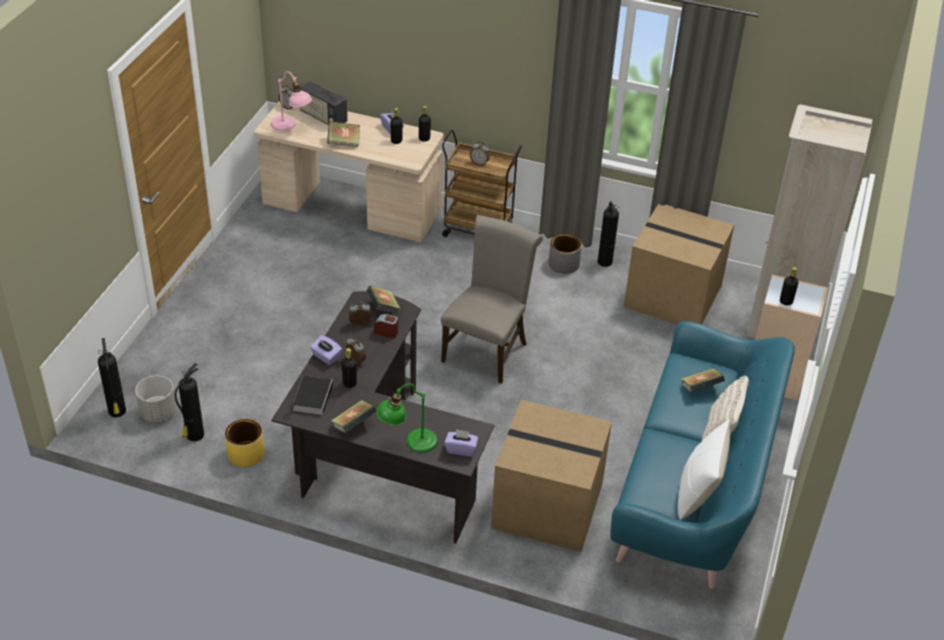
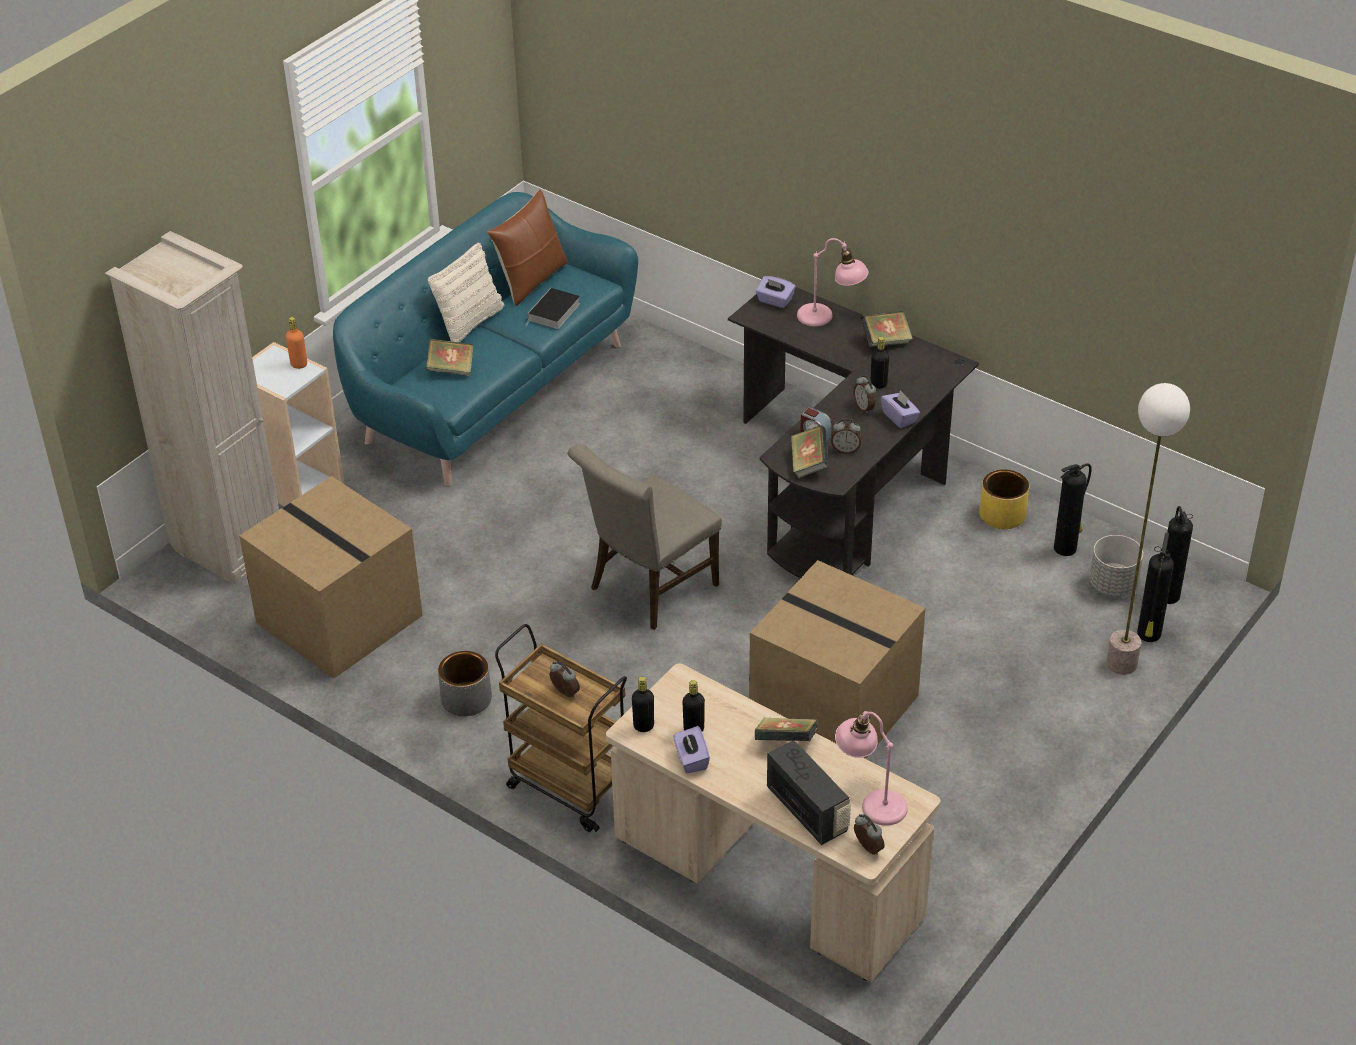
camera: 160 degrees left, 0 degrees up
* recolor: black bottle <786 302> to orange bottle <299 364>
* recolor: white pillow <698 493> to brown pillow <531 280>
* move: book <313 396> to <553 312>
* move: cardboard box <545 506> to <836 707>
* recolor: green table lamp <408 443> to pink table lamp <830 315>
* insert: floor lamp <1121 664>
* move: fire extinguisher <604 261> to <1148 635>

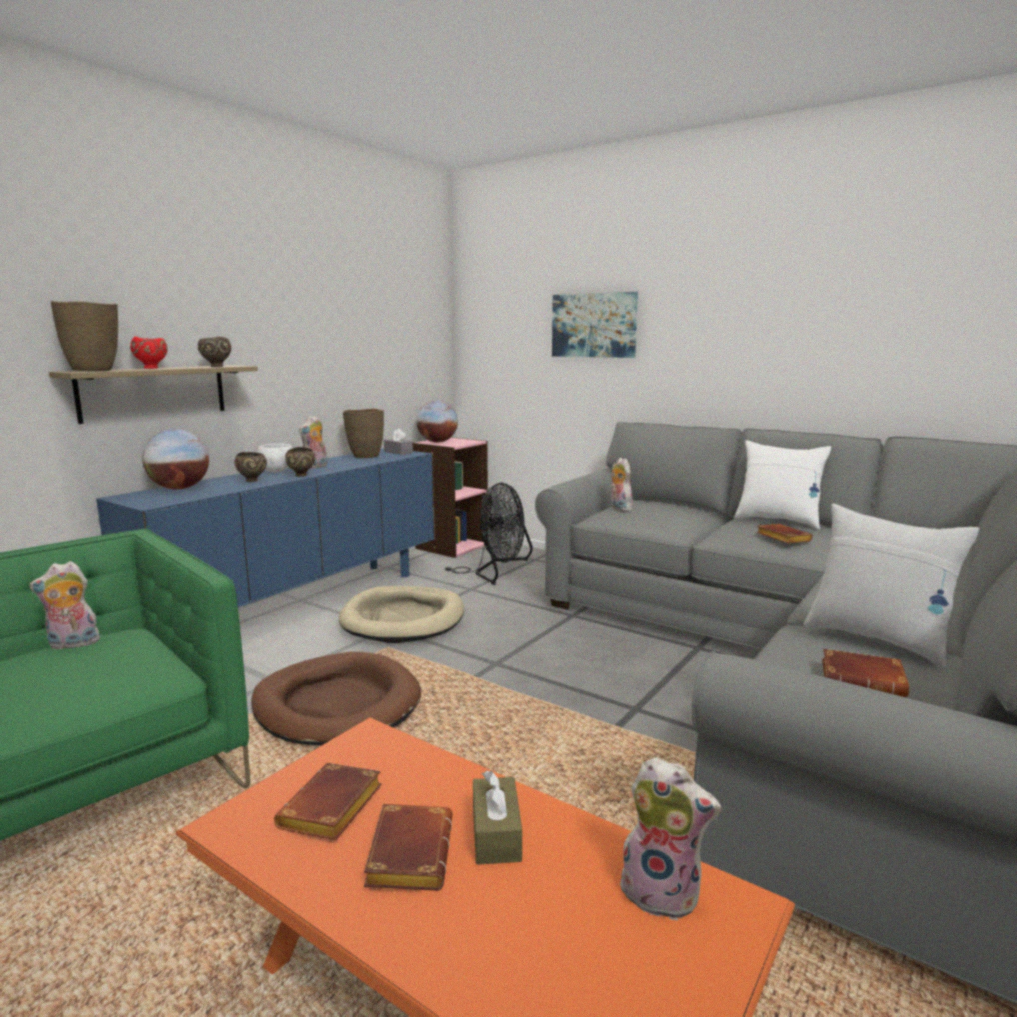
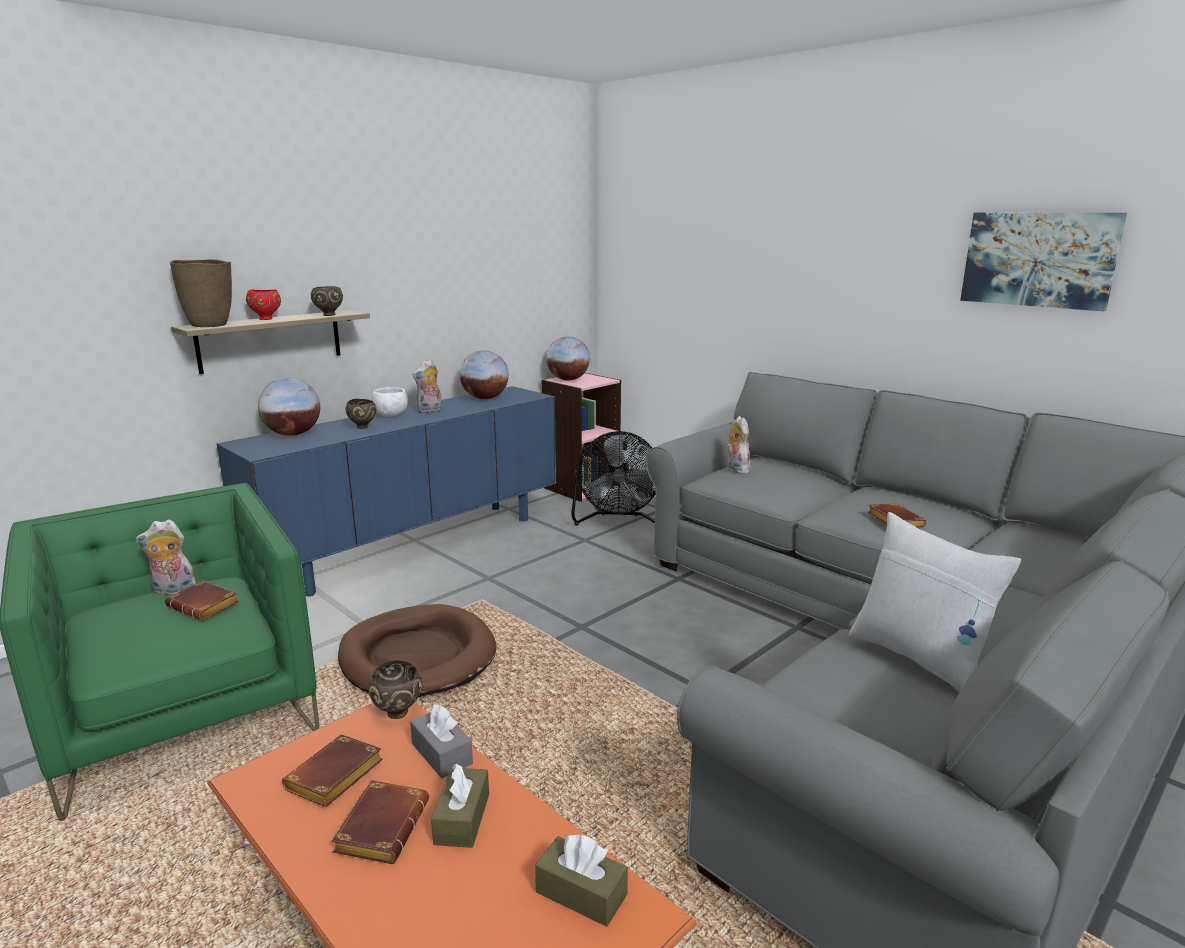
camera: 10 degrees right, 5 degrees up
* move: brown book <864 680> to <206 606>
* move: brown bowl <301 475> to <398 714>
* move: grey tissue box <398 452> to <442 753>
* replace: brown vase <365 456> to globe <485 398>
* replace: plush toy <663 892> to brown tissue box <581 893>
* rotate: black fan <494 570> = <615 519> 60 degrees clockwise
* move: picture <594 325> to <1038 259>
* delete: beige dog bed <403 619>
* delete: white pillow <777 521>

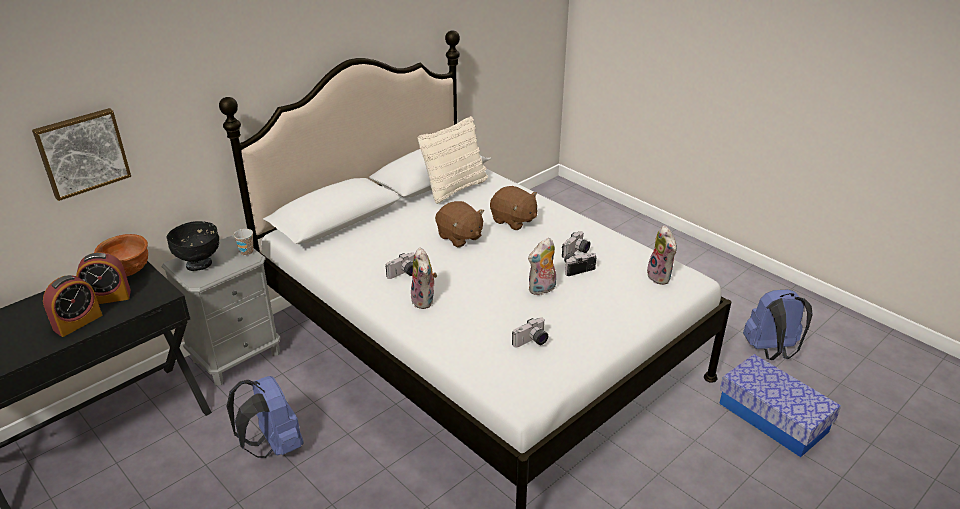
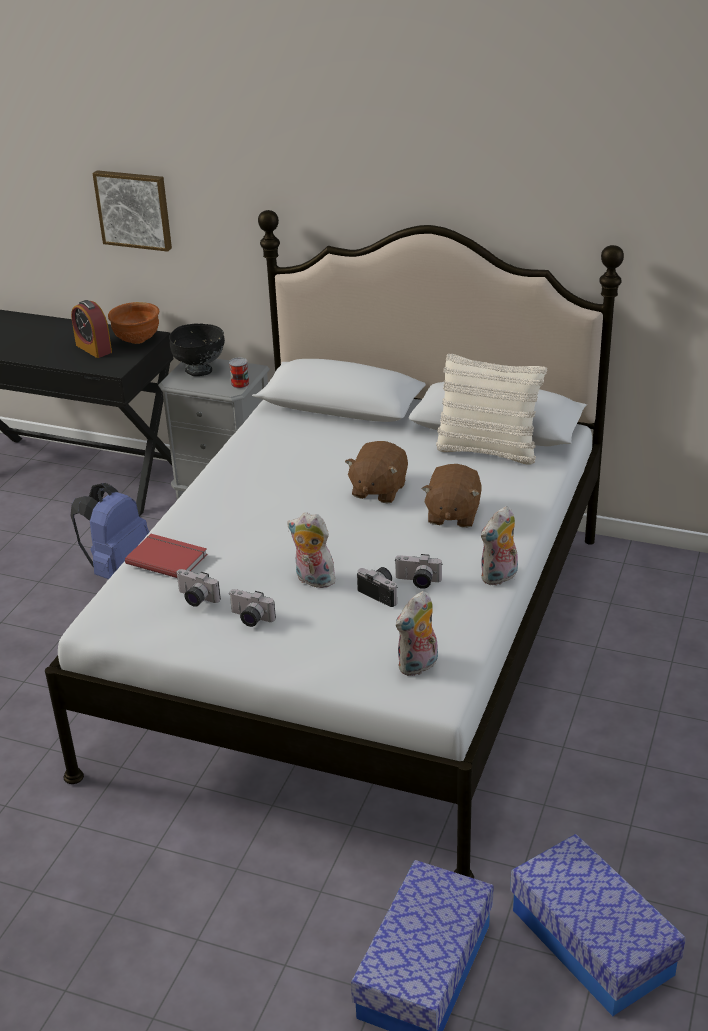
camera: 65 degrees right, 0 degrees up
* insert: red book <167 558>
* replace: cup <246 252> to can <240 384>
* move: photo camera <404 274> to <250 619>
* move: plush toy <425 300> to <499 577>
* replace: blue backpack <771 351> to storage box <591 942>
* delete: alarm clock <78 322>

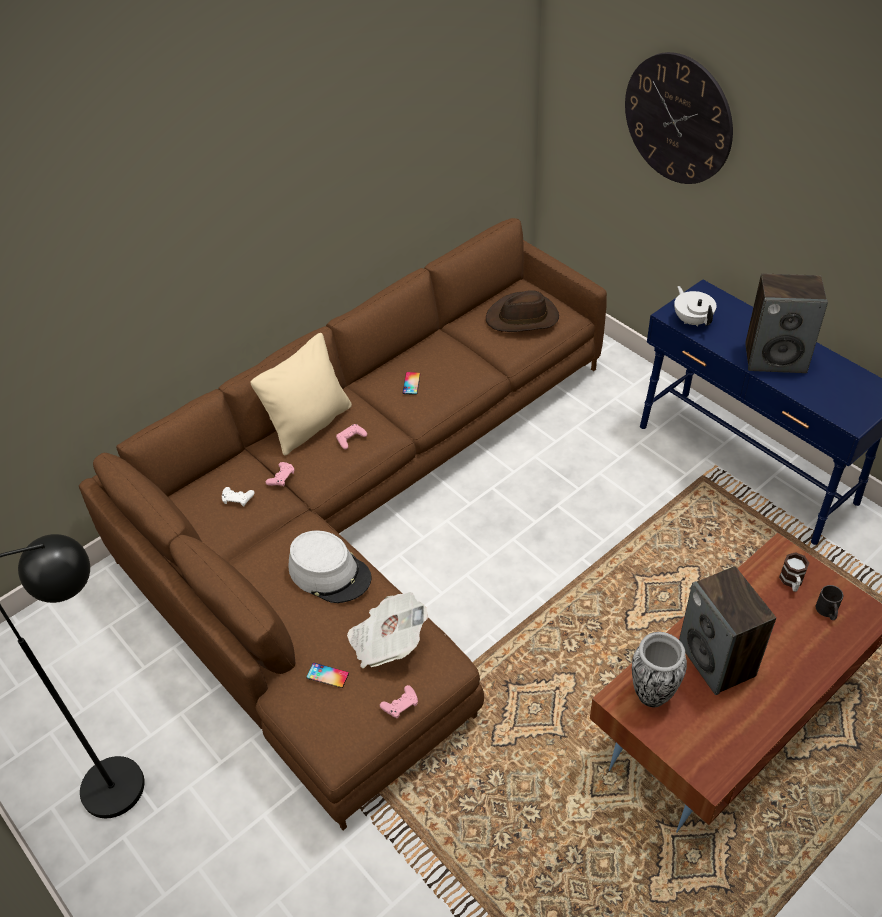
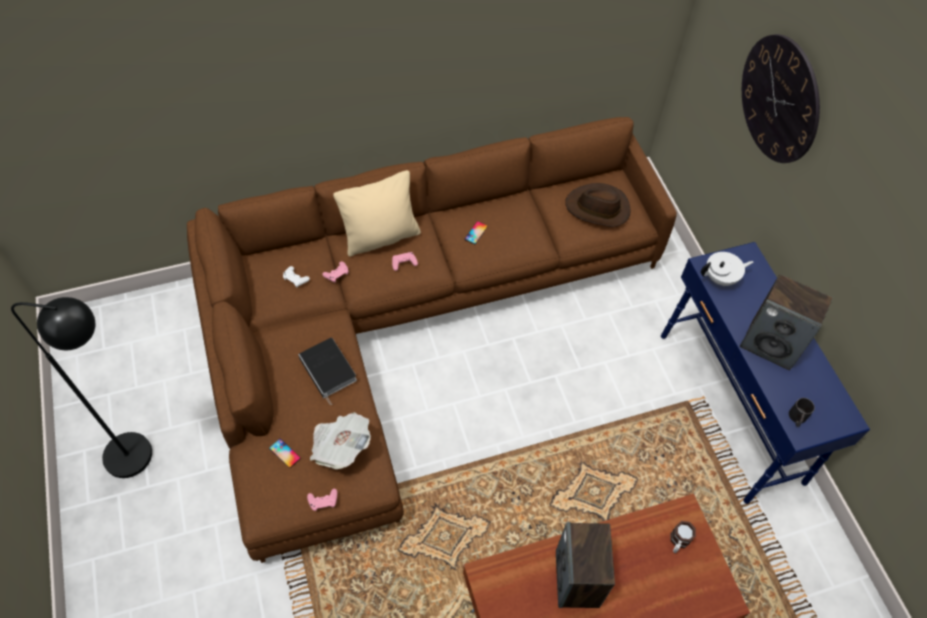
camera: 20 degrees right, 10 degrees up
* replace: grey hat <330 573> to book <329 371>
* rotate: white teapot <692 320> = <721 278> 75 degrees clockwise
* move: black mug <827 612> to <797 418>
* delete: vase <652 693>

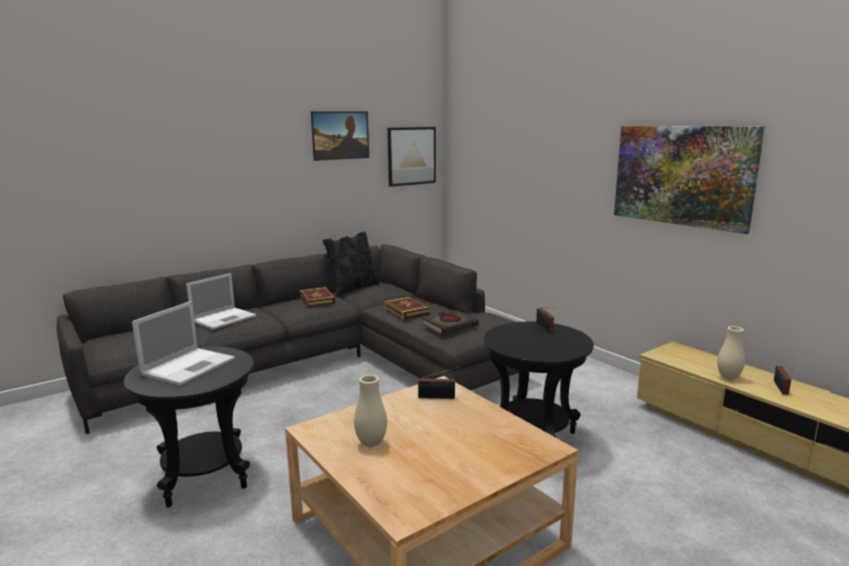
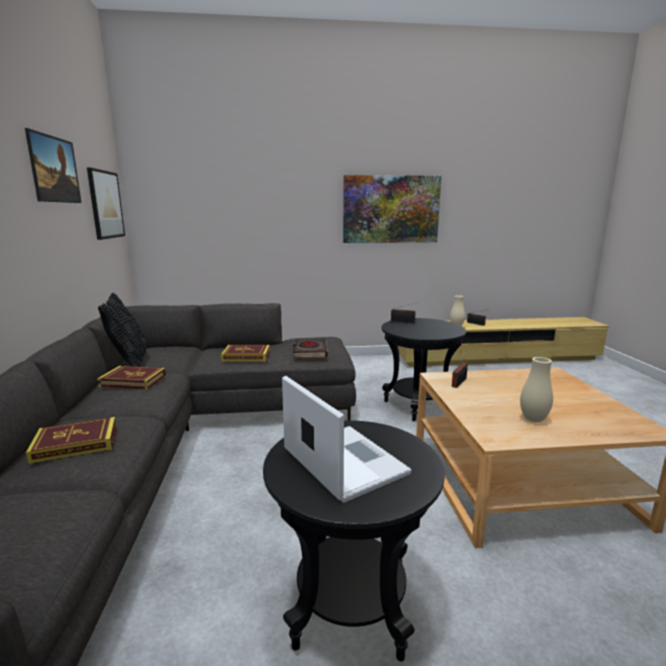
camera: 60 degrees left, 0 degrees up
* replace: laptop <224 318> to book <75 443>

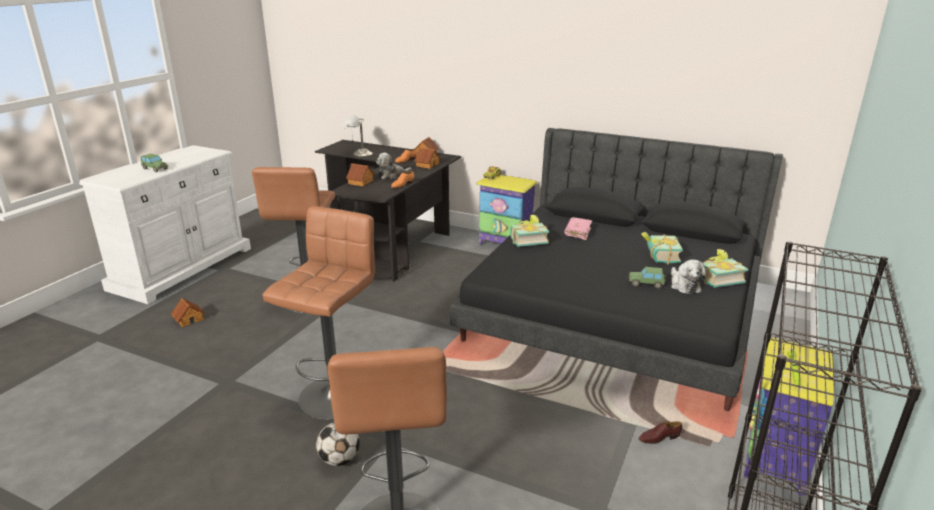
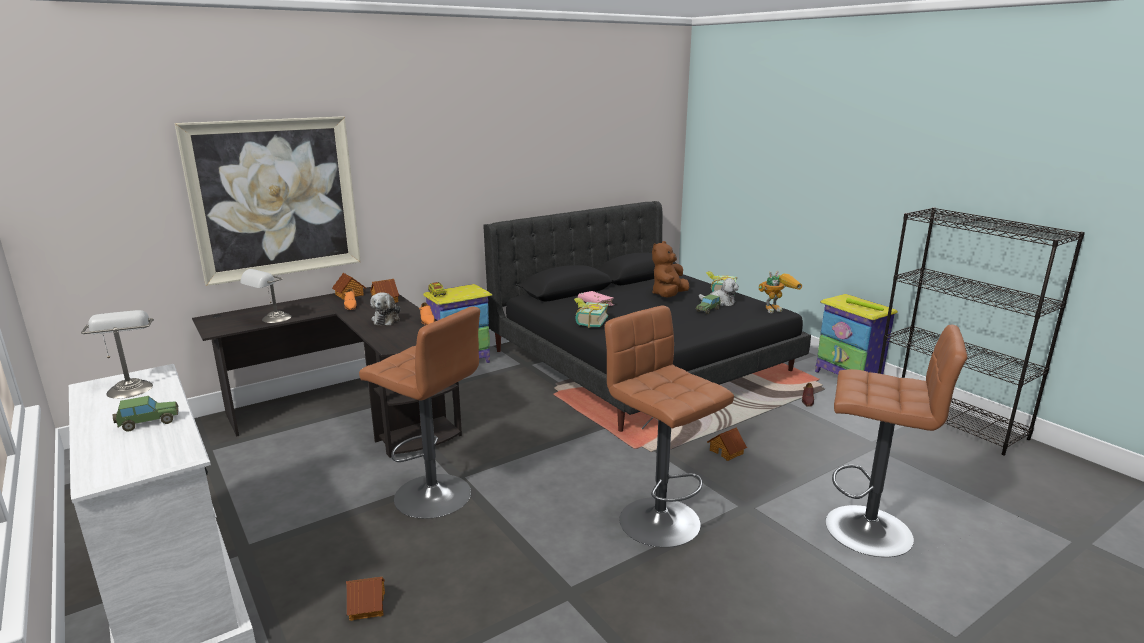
camera: 60 degrees left, 5 degrees down
* insert: white table lamp <130 386>
* insert: picture <275 198>
* replace: book <658 257> to brown plush toy <668 296>
* move: toy house <361 182> to <726 451>
* insert: toy robot <776 309>
* delete: football <339 459>

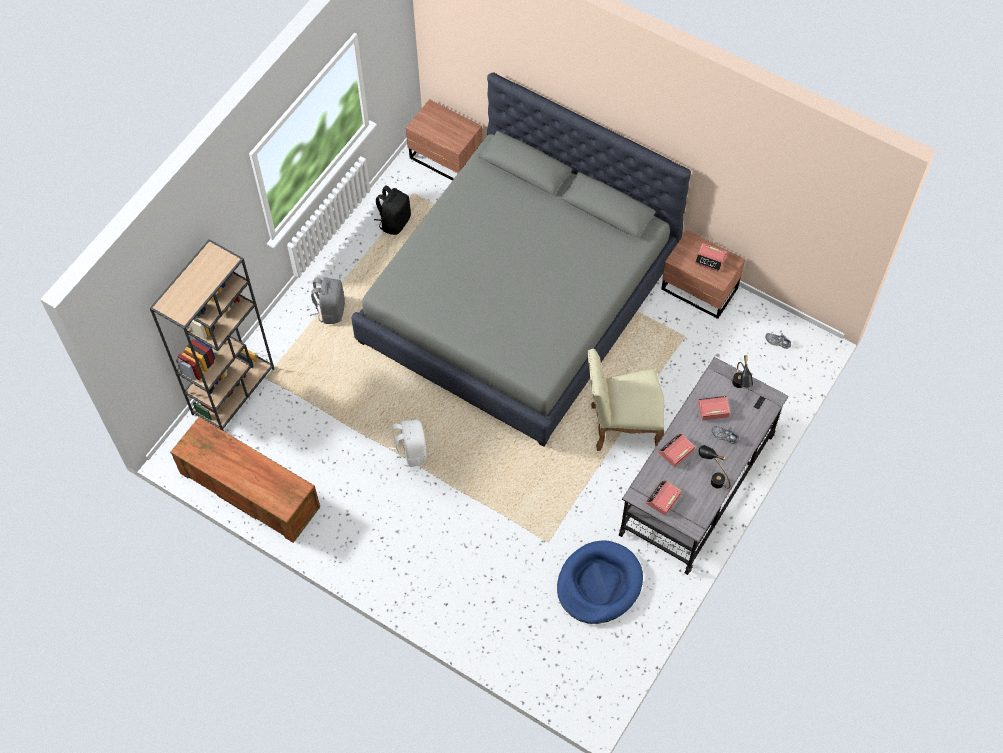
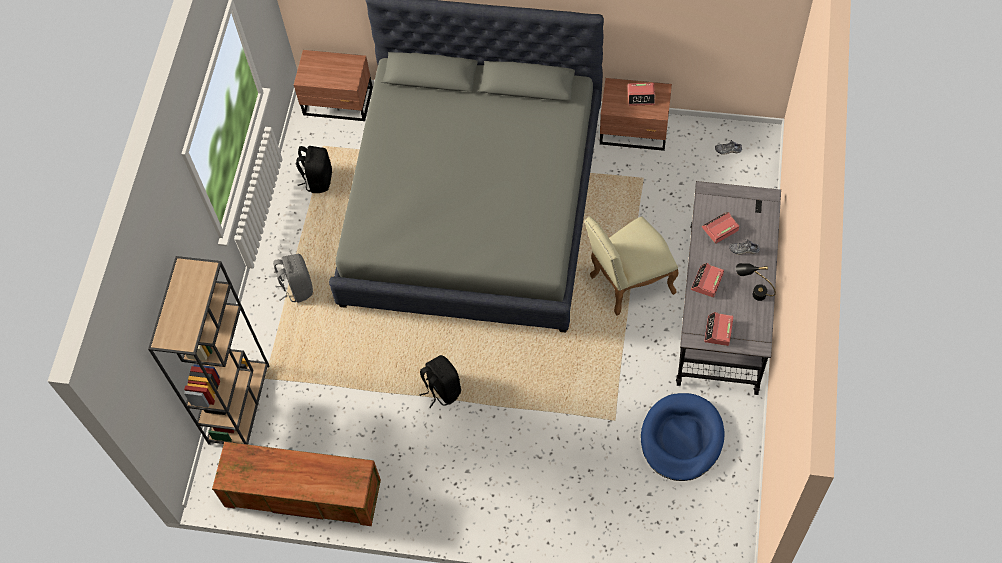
camera: 20 degrees left, 0 degrees up
* recolor: white backpack <410 451> to black backpack <441 390>
* delete: black table lamp <739 388>

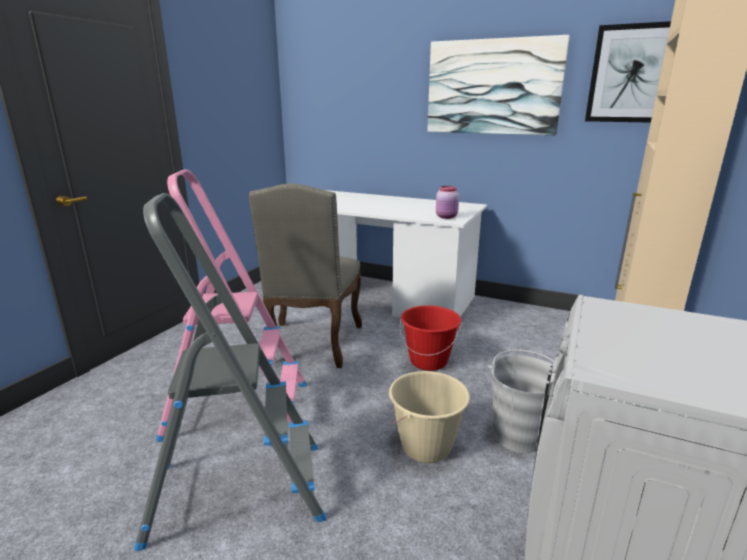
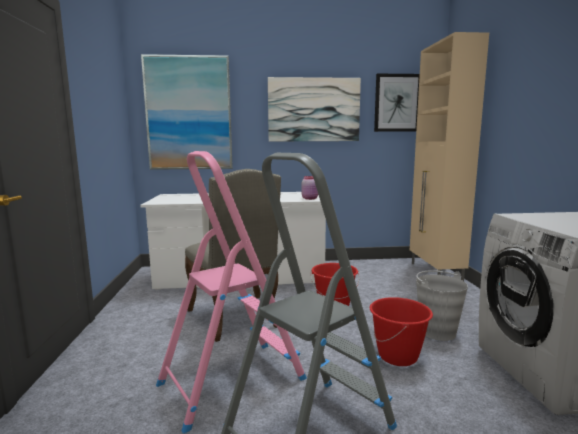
camera: 30 degrees left, 10 degrees down
* insert: picture <189 113>
* recolor: beige bucket <426 447> to red bucket <398 356>

